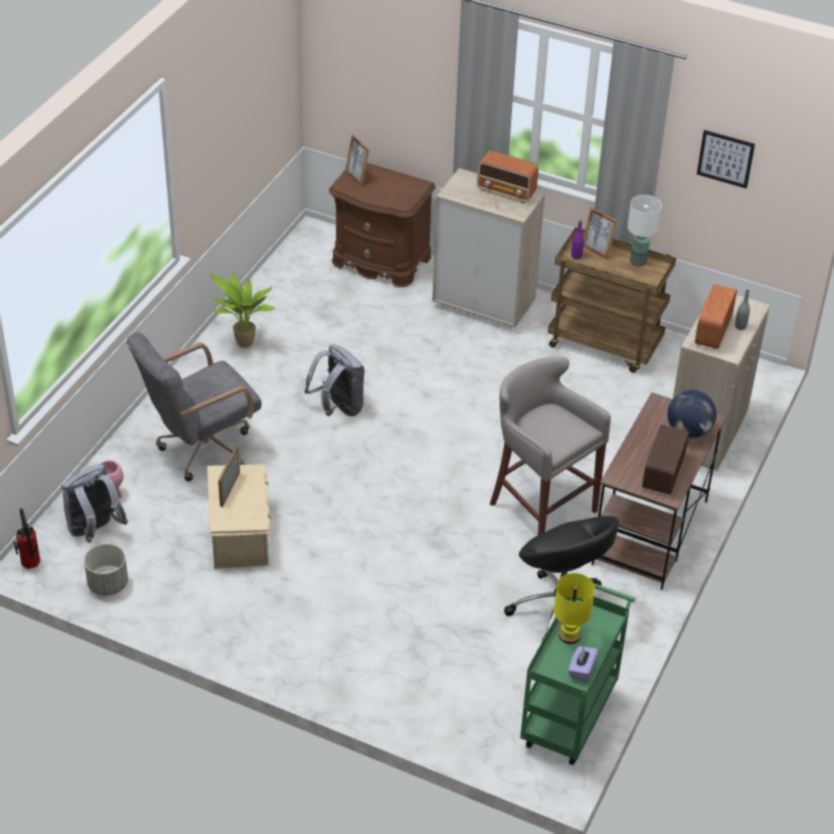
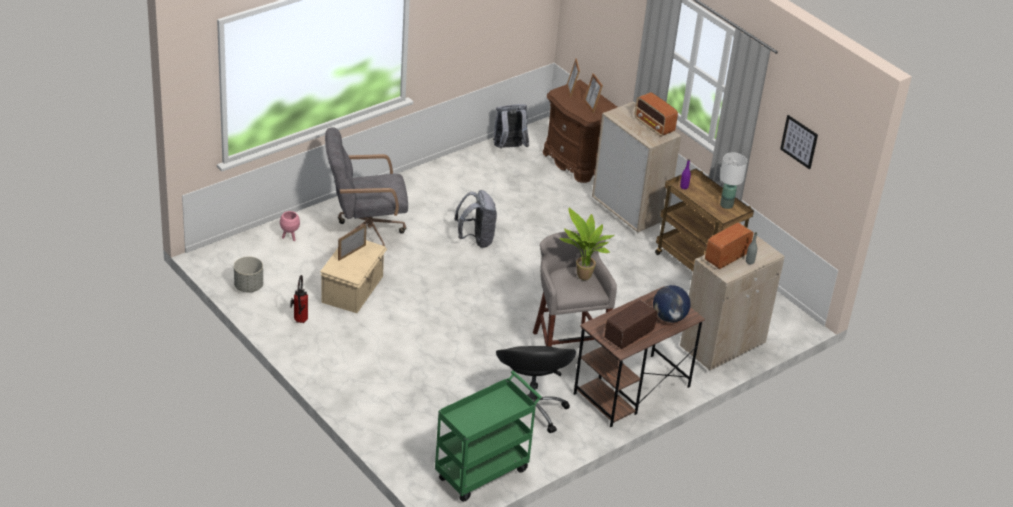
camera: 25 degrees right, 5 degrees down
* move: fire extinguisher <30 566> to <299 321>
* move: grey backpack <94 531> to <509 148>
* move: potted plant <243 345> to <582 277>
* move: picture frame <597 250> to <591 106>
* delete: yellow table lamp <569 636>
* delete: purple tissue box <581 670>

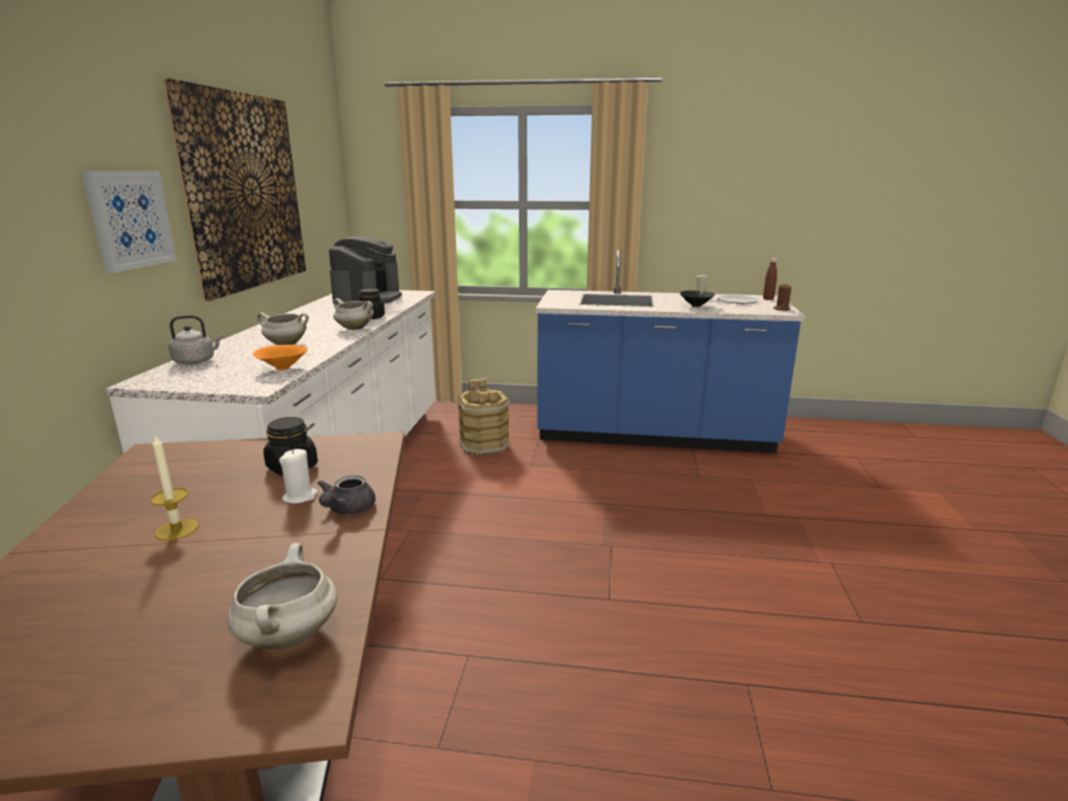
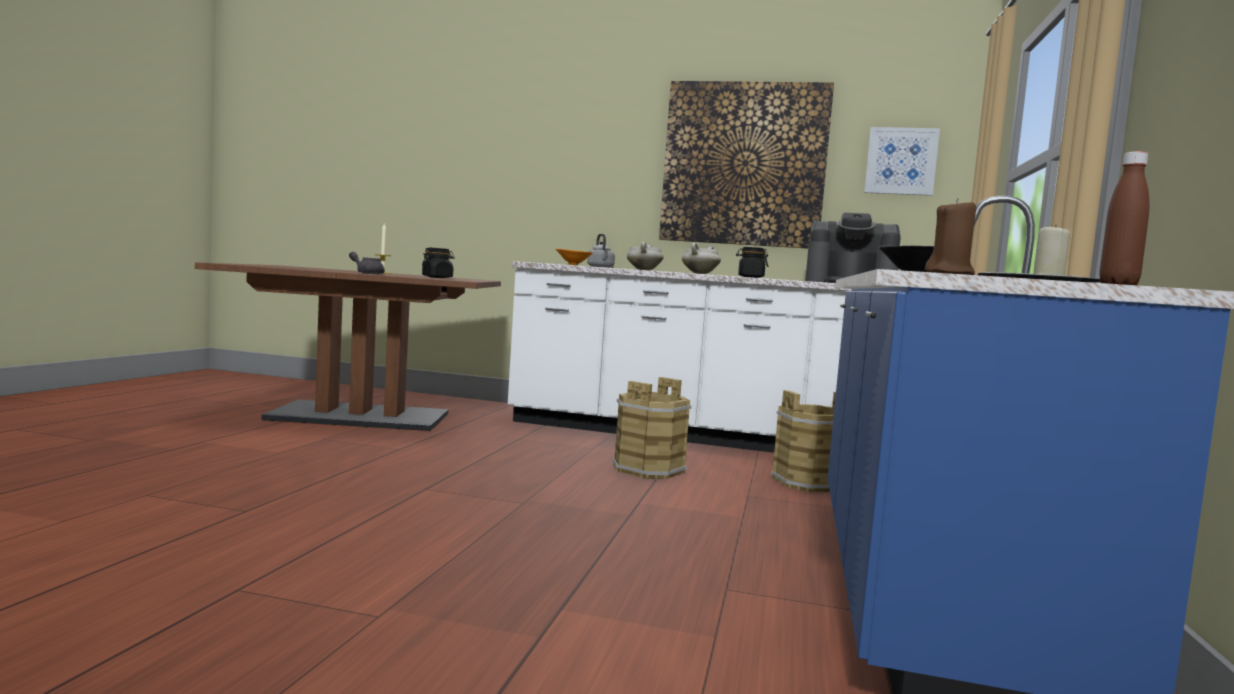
camera: 95 degrees right, 15 degrees down
* insert: brown bucket <648 469>
* move: picture <130 219> to <901 161>
* delete: white cooking pot <288 635>
* delete: white candle <300 497>

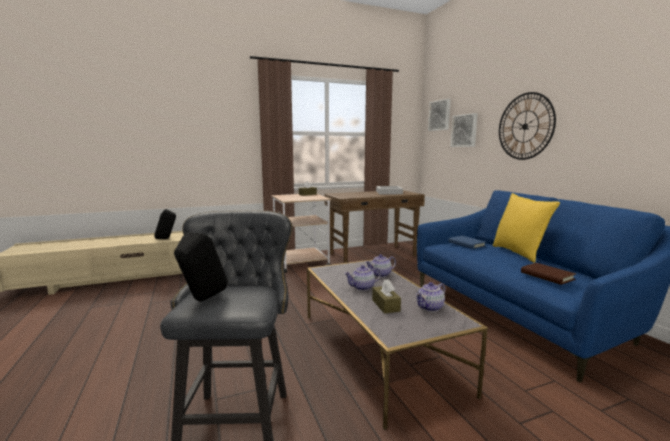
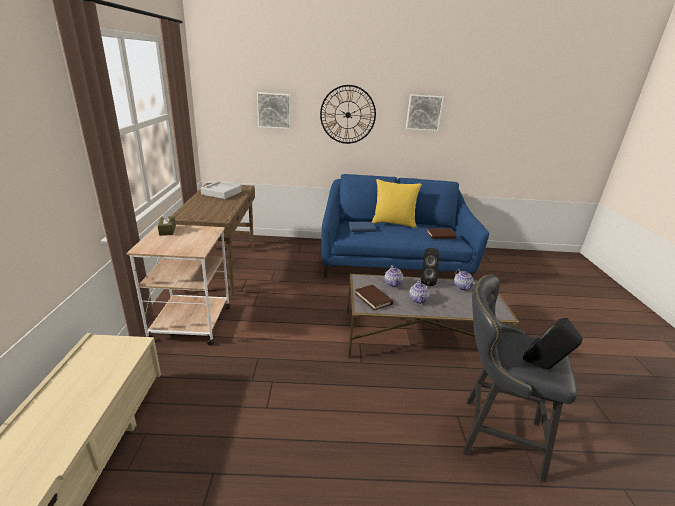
camera: 70 degrees left, 15 degrees up
* insert: brown book <373 299>
* move: picture <440 115> to <423 112>
* move: black speaker <166 238> to <426 281>
* delete: brown tissue box <385 305>

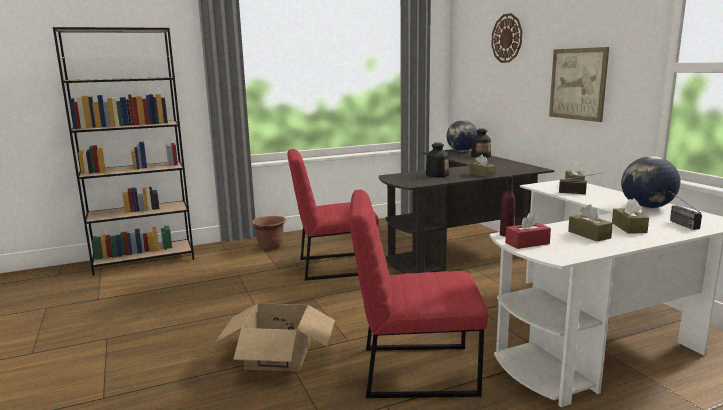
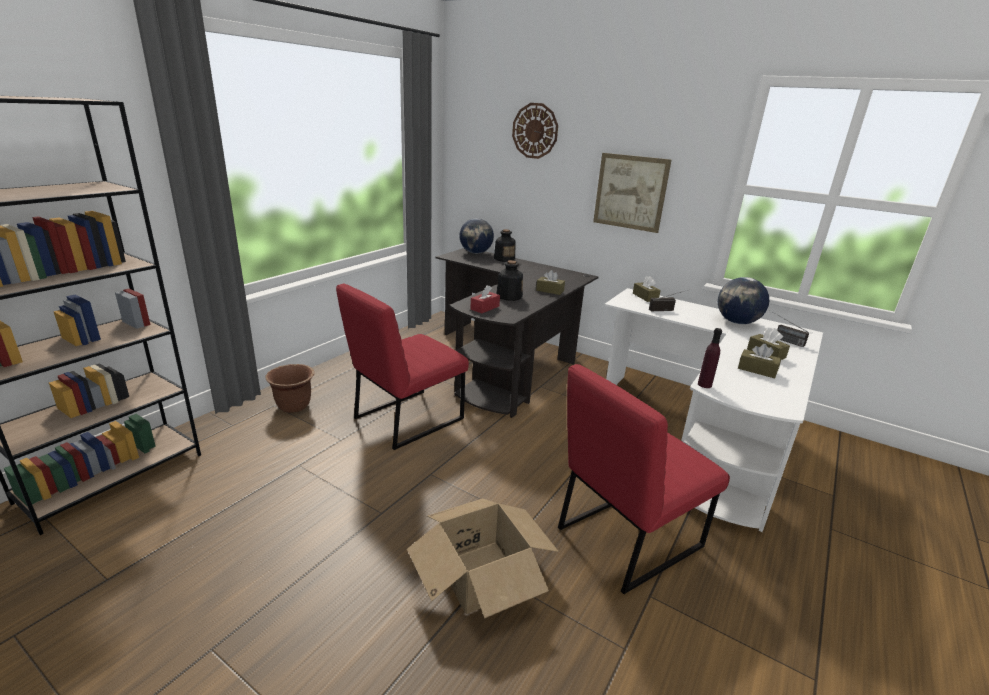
camera: 35 degrees left, 10 degrees up
* move: red tissue box <527 243> to <485 308>

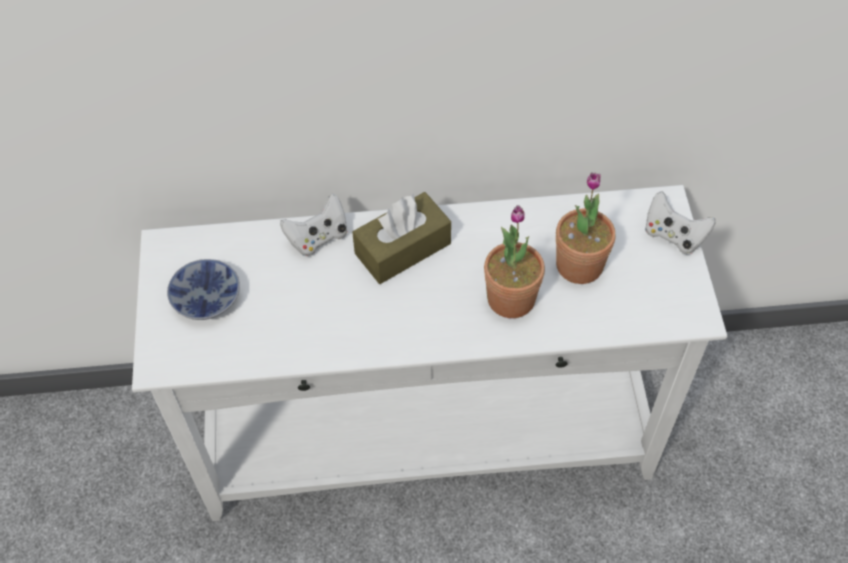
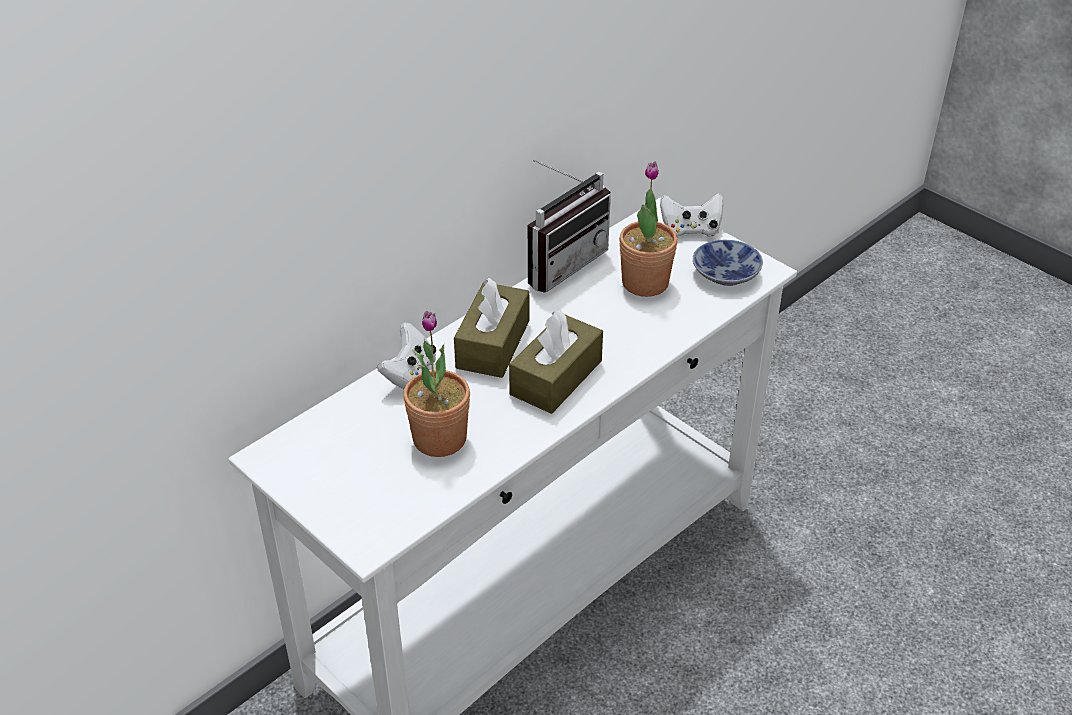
camera: 40 degrees left, 15 degrees down
* move: potted plant <511 298> to <439 439>
* insert: brown tissue box <556 377>
* insert: radio <560 263>
* move: bowl <209 298> to <728 272>

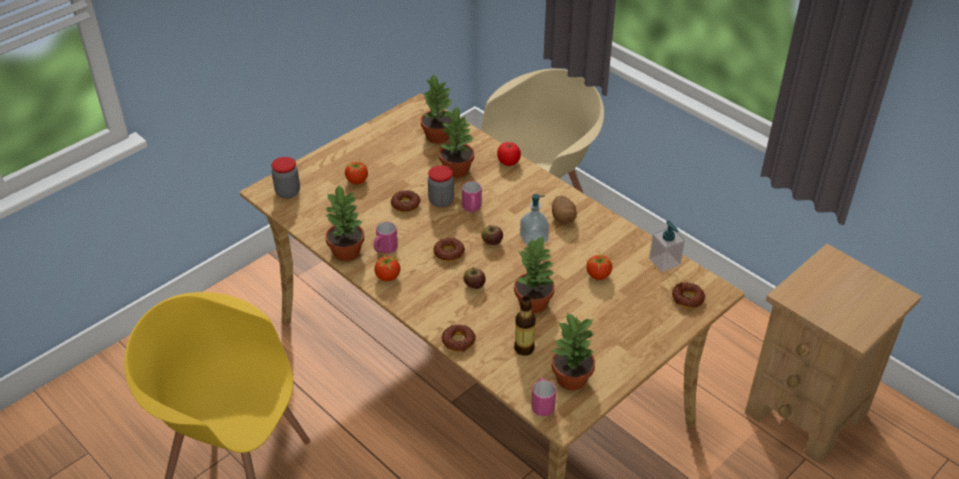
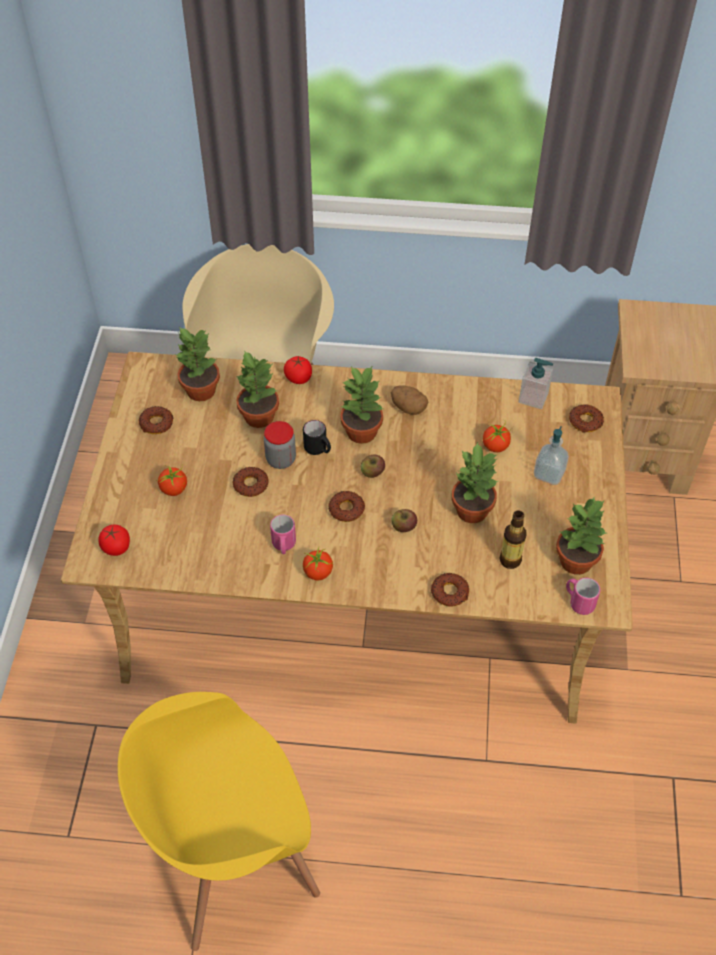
camera: 40 degrees left, 10 degrees up
* replace: jar <288 192> to tomato <116 547>
* insert: donut <156 423>
* recolor: pink mug <472 209> to black mug <318 449>
* move: potted plant <347 251> to <361 431>
* move: soap dispenser <533 239> to <549 473>

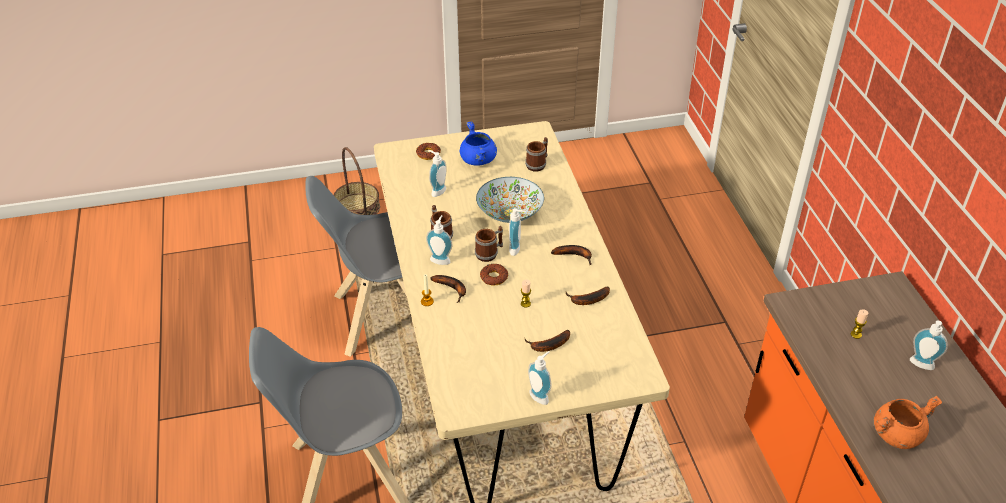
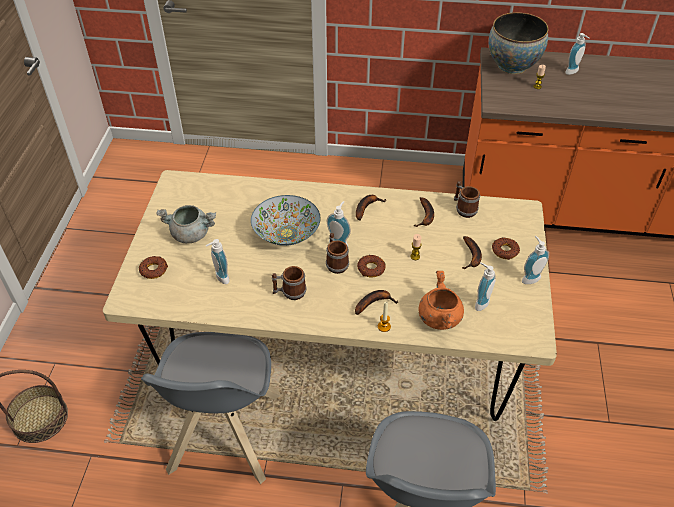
camera: 70 degrees left, 5 degrees up
* recolor: blue cooking pot <478 160> to grey cooking pot <191 234>
* move: orange cooking pot <897 434> to <439 318>
* move: mug <538 164> to <463 208>
* move: soap dispenser <441 259> to <479 302>
* insert: bowl <512 66>
* insert: donut <505 251>

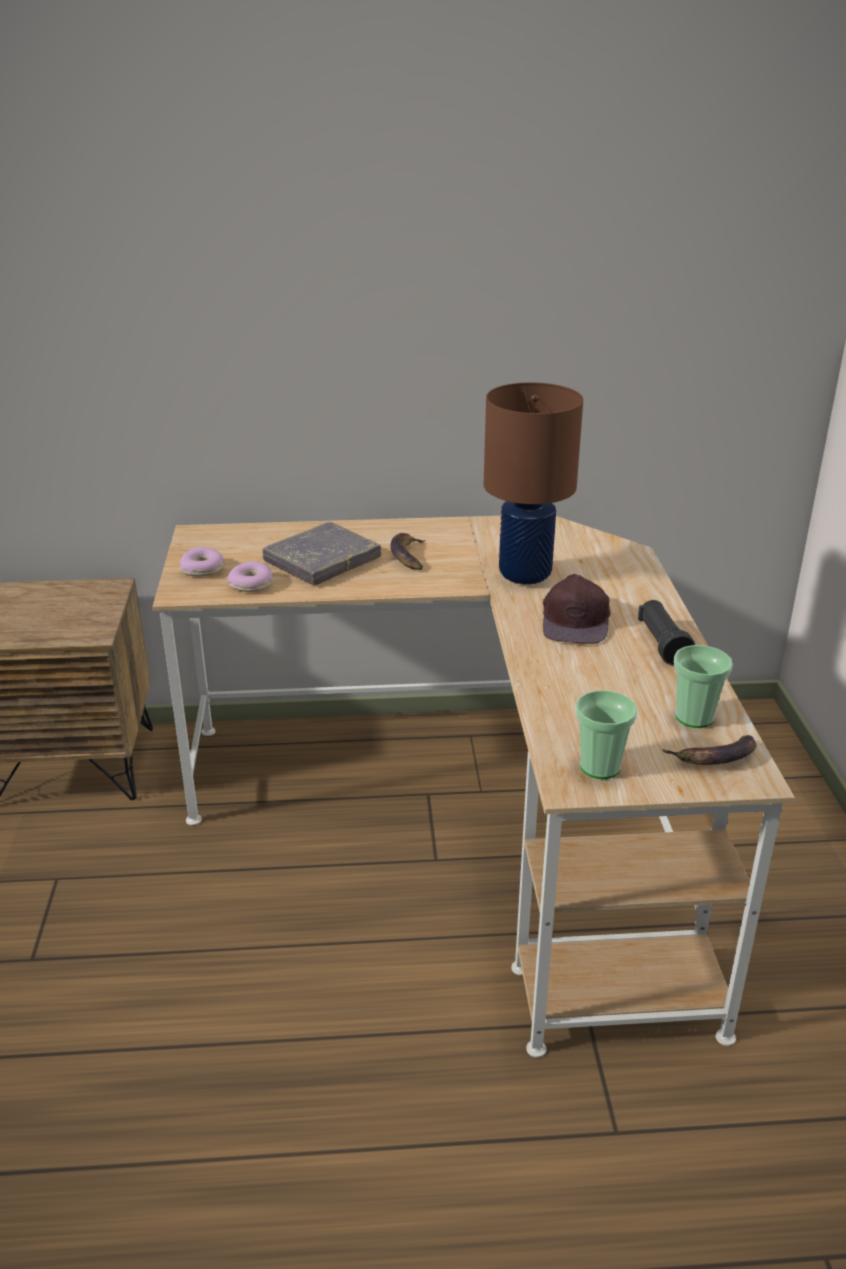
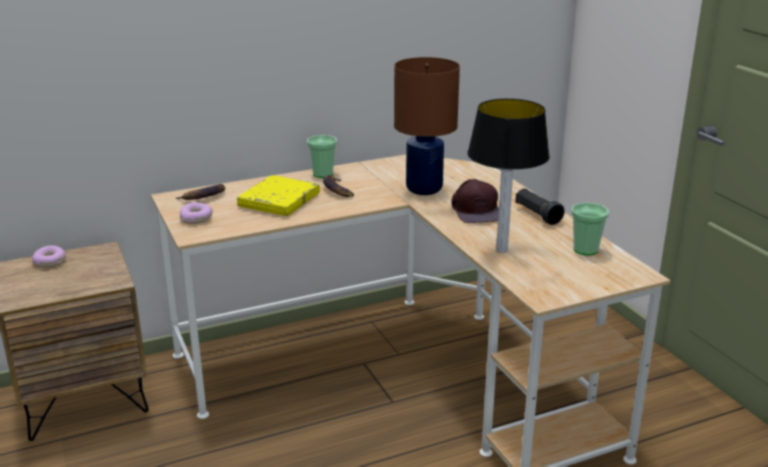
camera: 20 degrees left, 5 degrees down
* move: donut <251 584> to <50 262>
* move: banana <715 758> to <203 197>
* recolor: grey book <322 560> to yellow book <279 201>
* move: cup <600 767> to <323 174>
* insert: table lamp <502 250>

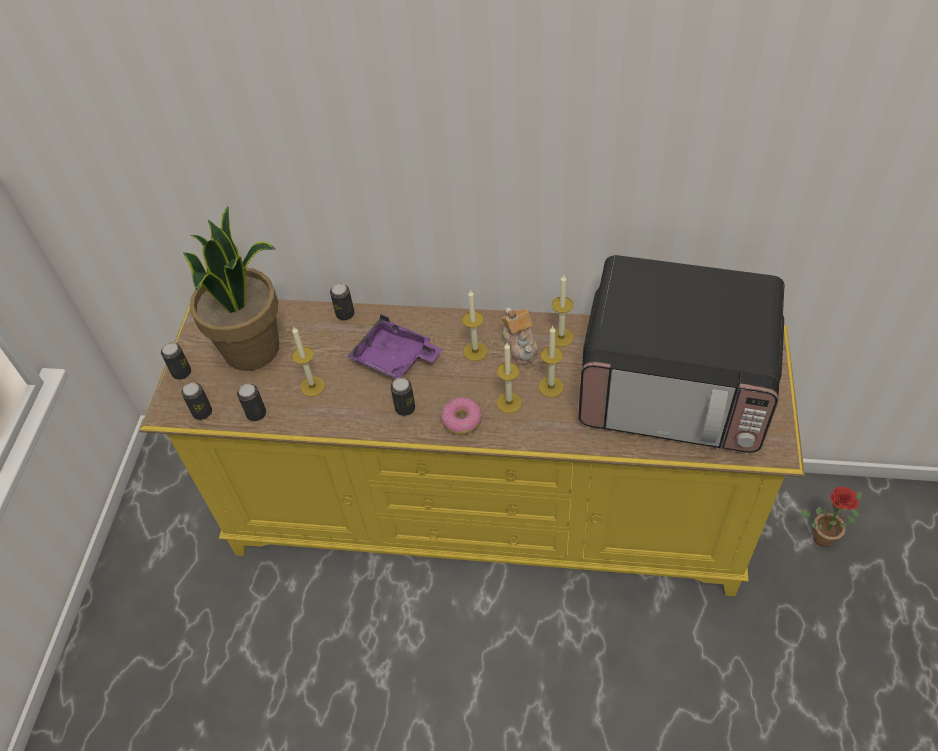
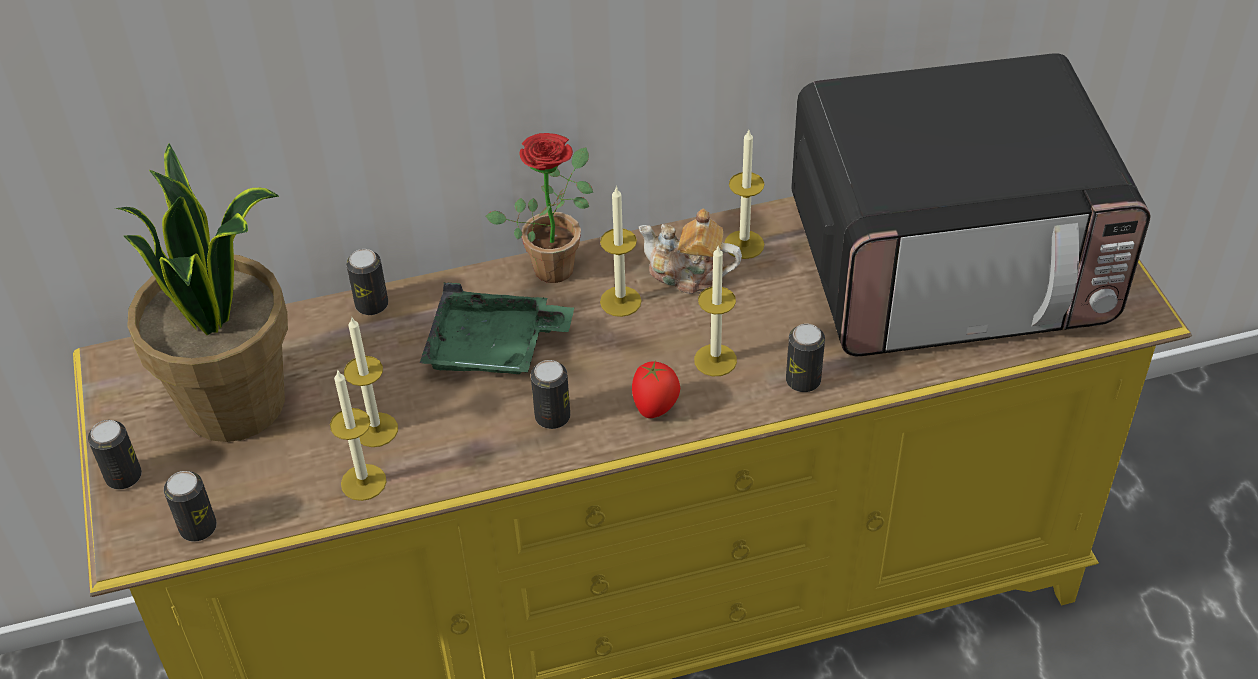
camera: 25 degrees left, 5 degrees down
* move: candle <551 387> to <363 482>
* recolor: purple tray <394 358> to green tray <494 348>
* move: potted plant <825 534> to <556 262>
* replace: donut <462 420> to tomato <655 408>
* rotate: teapot <520 346> = <688 274> 150 degrees clockwise
* move: can <256 414> to <803 381>

